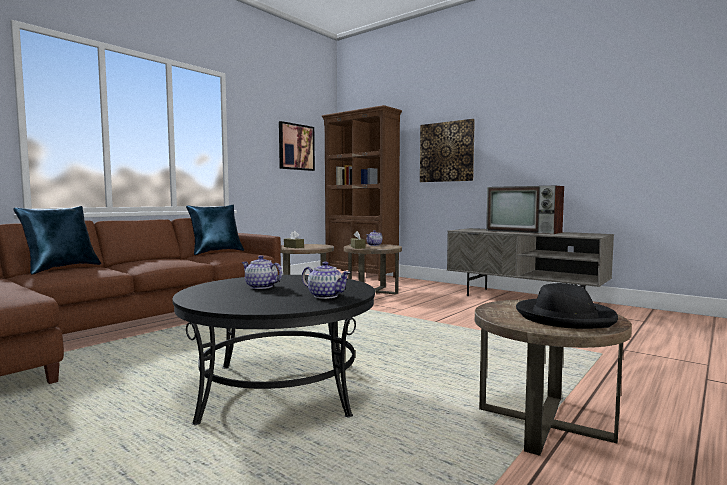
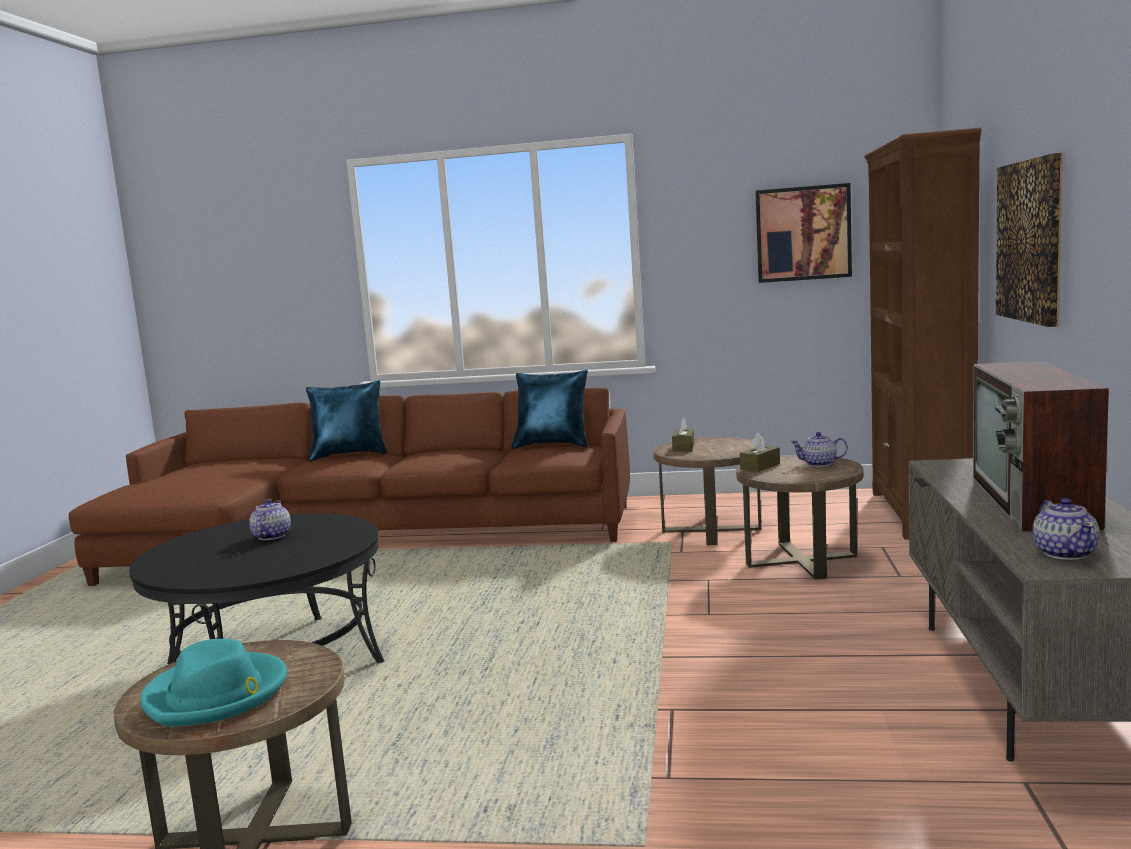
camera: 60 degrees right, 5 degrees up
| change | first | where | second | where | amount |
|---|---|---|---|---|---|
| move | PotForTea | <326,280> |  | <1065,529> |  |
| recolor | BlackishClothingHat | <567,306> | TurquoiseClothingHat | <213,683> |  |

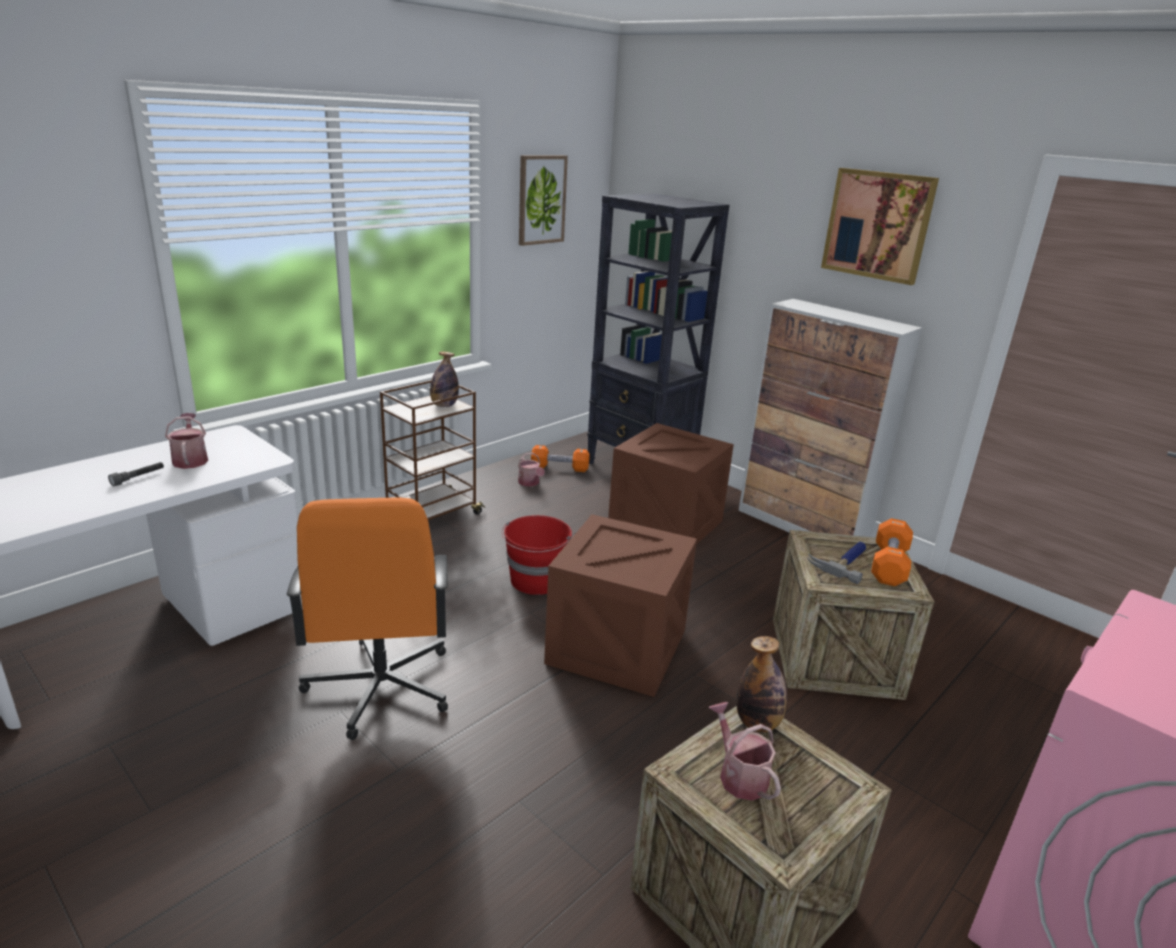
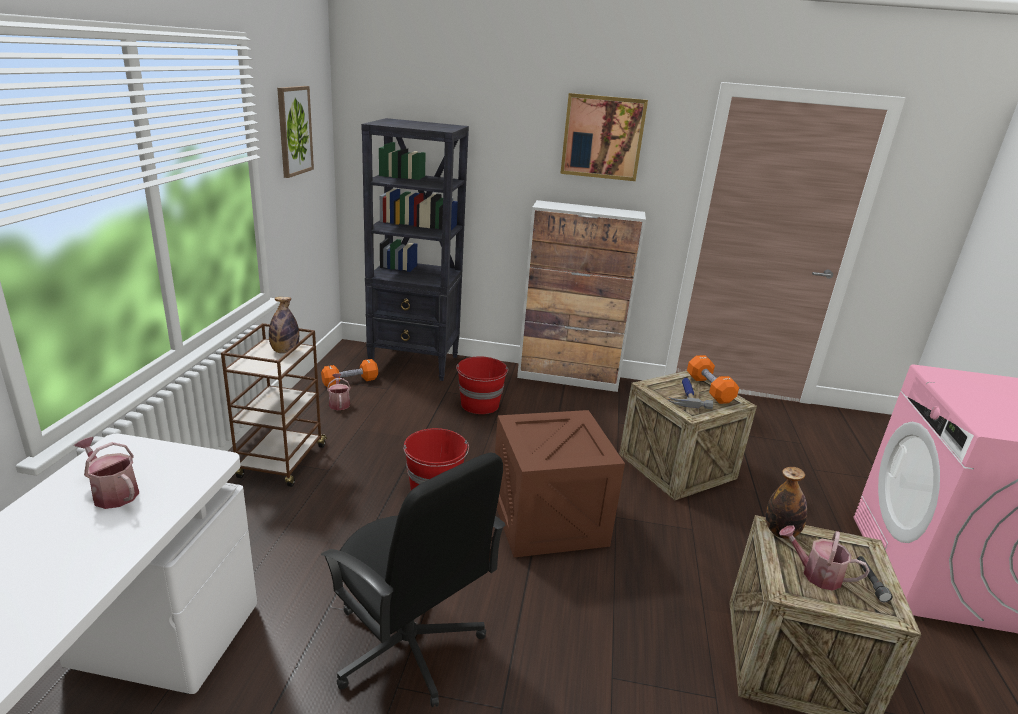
camera: 35 degrees left, 0 degrees up
| change | first | where | second | where | amount |
|---|---|---|---|---|---|
| move | GreyHandTorch | <136,474> |  | <875,579> |  |
| replace | PackingCrate | <671,484> | ReddishPail | <482,385> |  |
| recolor | OrangeOfficeChair | <367,619> | BlackishOfficeChair | <413,579> |  |
| rotate | SprinklingCan | <531,470> |  | <339,391> | 135 degrees counterclockwise |

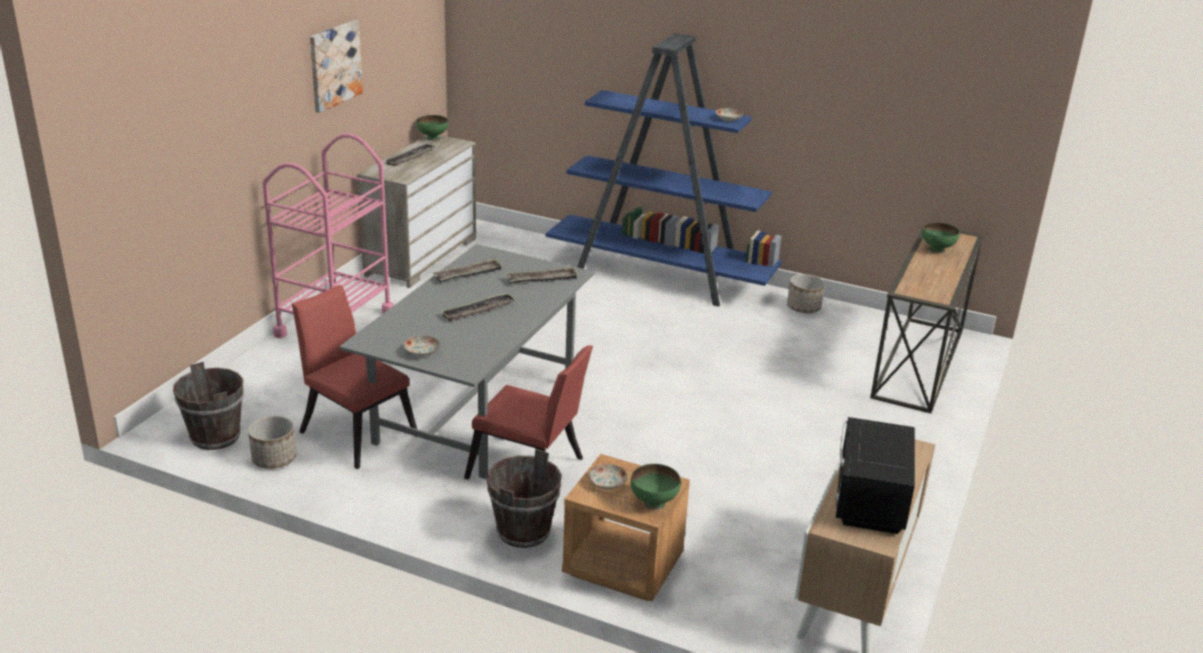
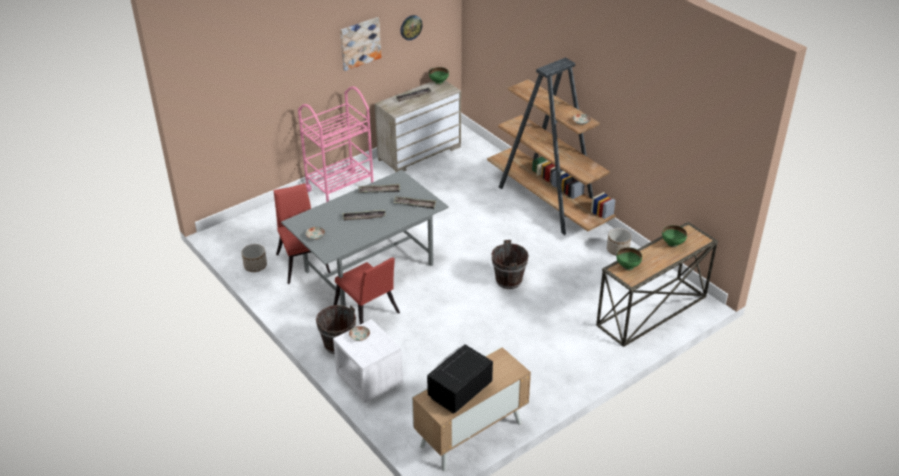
camera: 30 degrees right, 10 degrees up
| change | first | where | second | where | amount |
|---|---|---|---|---|---|
| insert |  |  | HangingClock | <411,27> |  |
| move | BrownishPail | <208,406> |  | <509,264> |  |
| move | GreenishServingBowl | <655,487> |  | <629,258> |  |
| recolor | BluishBookshelf | <664,170> | BrownishBookshelf | <551,146> |  |
| recolor | BrownishNightTable | <626,527> | WhiteColouredNightTable | <368,361> |  |

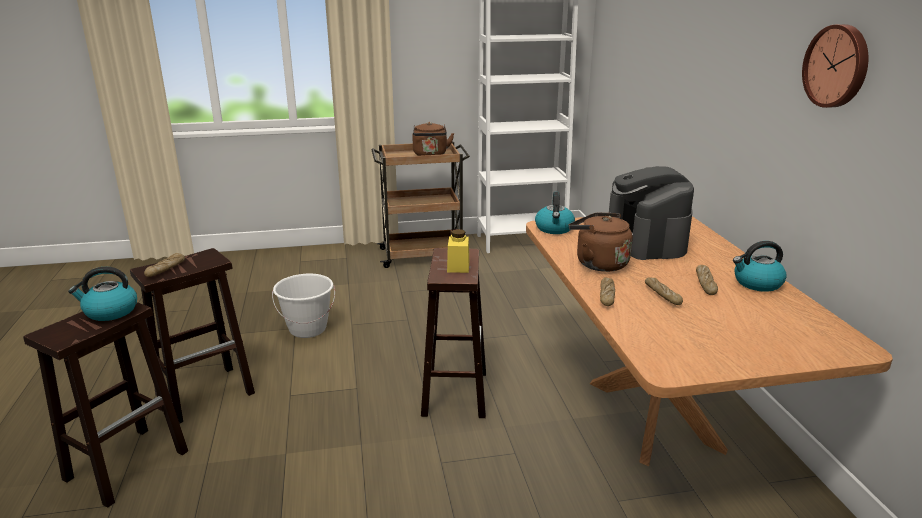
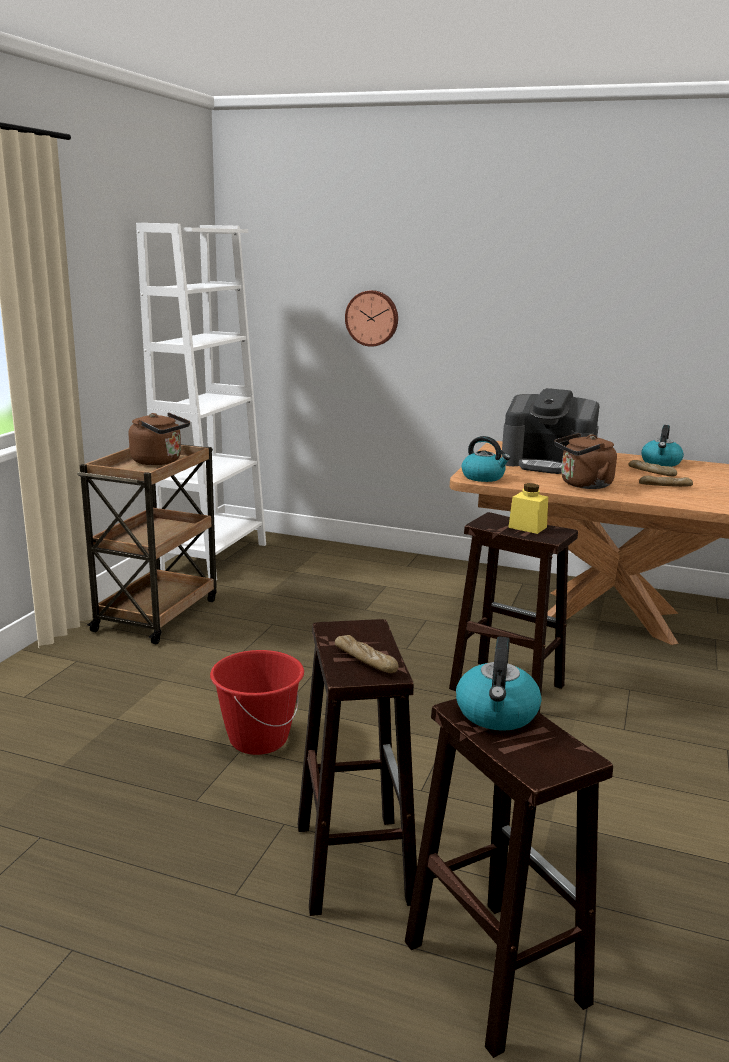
camera: 60 degrees left, 5 degrees down
| change | first | where | second | where | amount |
|---|---|---|---|---|---|
| delete | BakedBread | <607,291> |  |  |  |
| move | HangingClock | <835,66> |  | <371,318> |  |
| recolor | WhiteColouredPail | <303,306> | ReddishPail | <257,702> |  |

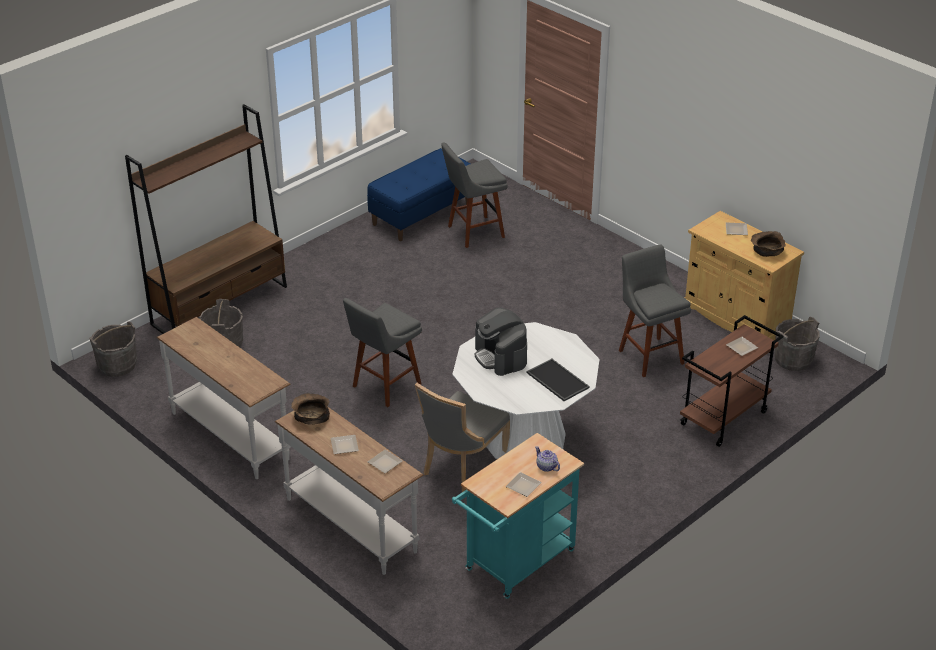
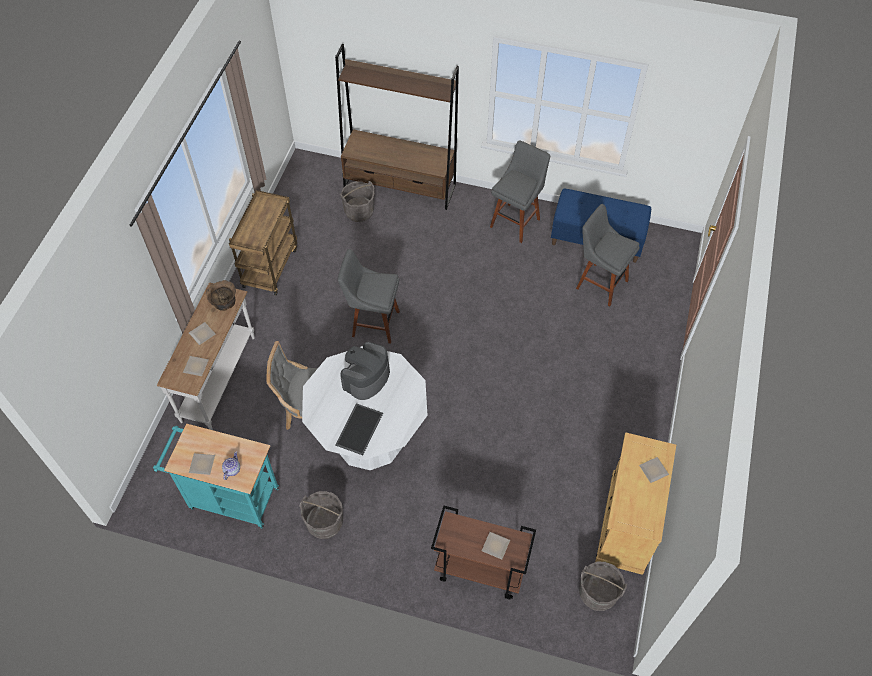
camera: 60 degrees right, 20 degrees up
| change | first | where | second | where | amount |
|---|---|---|---|---|---|
| delete | BrownishServingBowl | <768,244> |  |  |  |
| move | GreyPail | <113,349> |  | <321,515> |  |
| move | GreyStoolSeat | <655,311> |  | <520,191> |  |
| replace | WhiteColouredNarrowTable | <224,398> | BrownishTrolley | <263,242> |  |

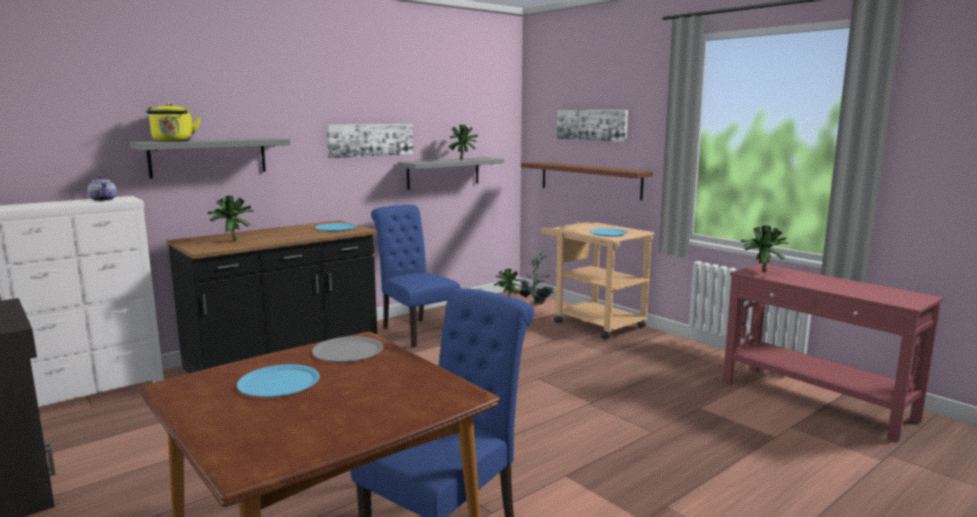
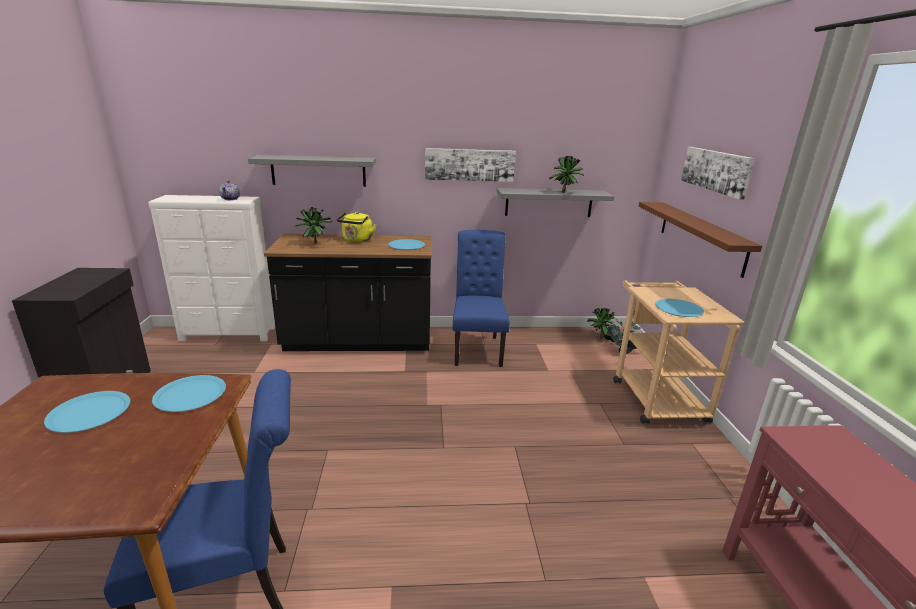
camera: 35 degrees right, 10 degrees up
| change | first | where | second | where | amount |
|---|---|---|---|---|---|
| delete | Houseplant | <765,248> |  |  |  |
| move | YellowWaterKettle | <173,122> |  | <357,227> |  |
| recolor | GreyFlatDish | <348,349> | BluishFlatDish | <189,393> |  |

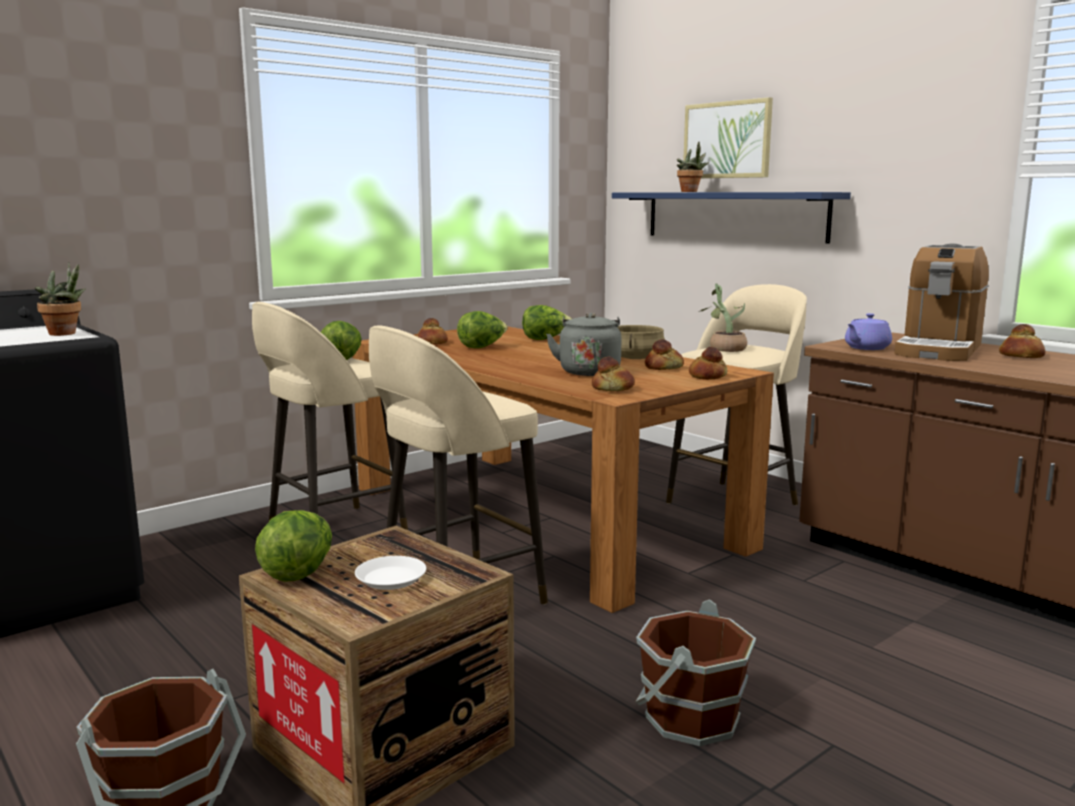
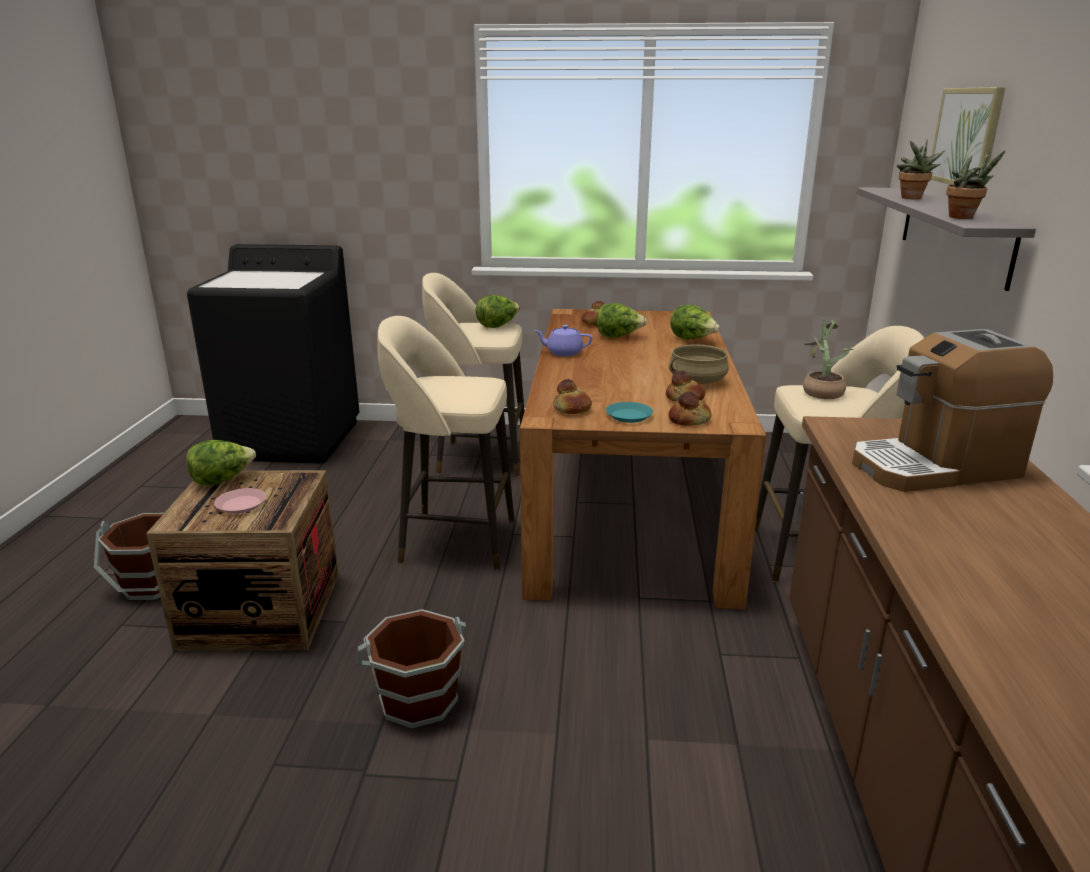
camera: 45 degrees right, 10 degrees up
| change | first | where | second | where | amount |
|---|---|---|---|---|---|
| delete | GreyWaterKettle | <583,344> |  |  |  |
| delete | BakedBread | <1022,341> |  |  |  |
| insert |  |  | TurquoiseFlatDish | <629,412> |  |
| move | Houseplant | <60,299> |  | <975,183> |  |
| move | PurplePotForTea | <868,331> |  | <563,340> |  |
| recolor | WhiteColouredFlatDish | <390,573> | PinkColouredFlatDish | <240,501> |  |
| recolor | BluishShelf | <731,218> | GreyShelf | <946,239> |  |

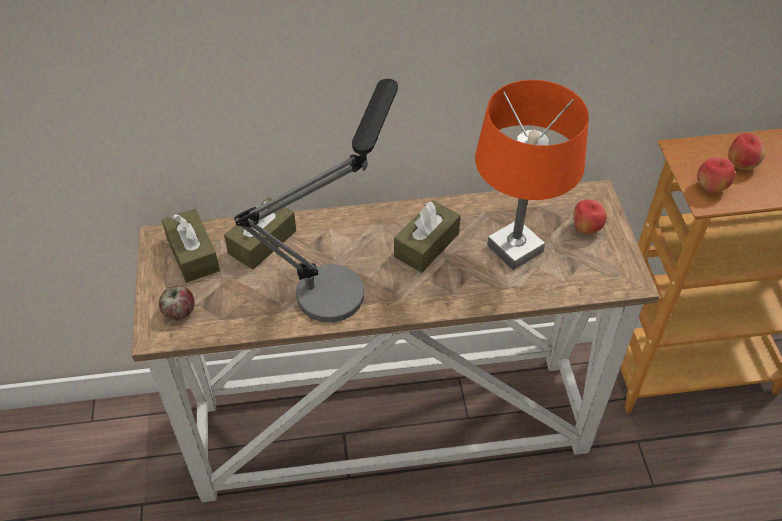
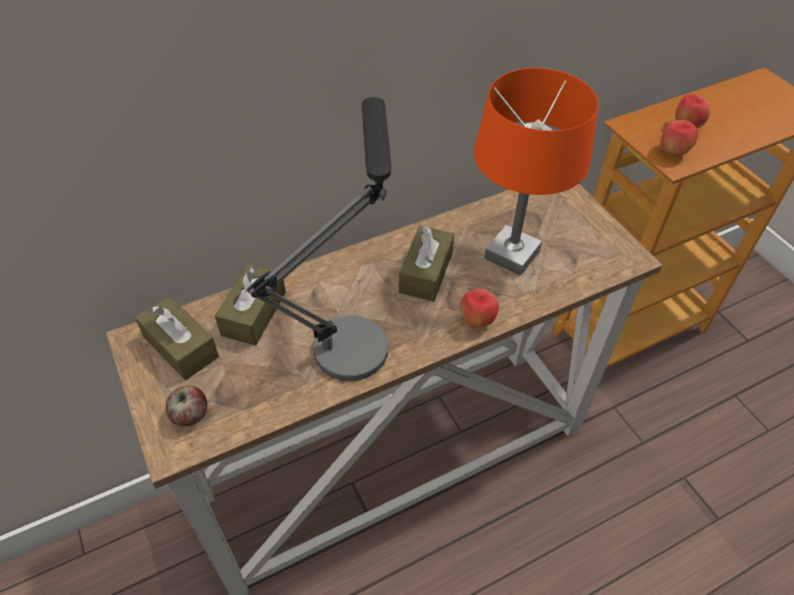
camera: 20 degrees left, 0 degrees up
| change | first | where | second | where | amount |
|---|---|---|---|---|---|
| move | WholeApple | <590,216> |  | <479,308> |  |

